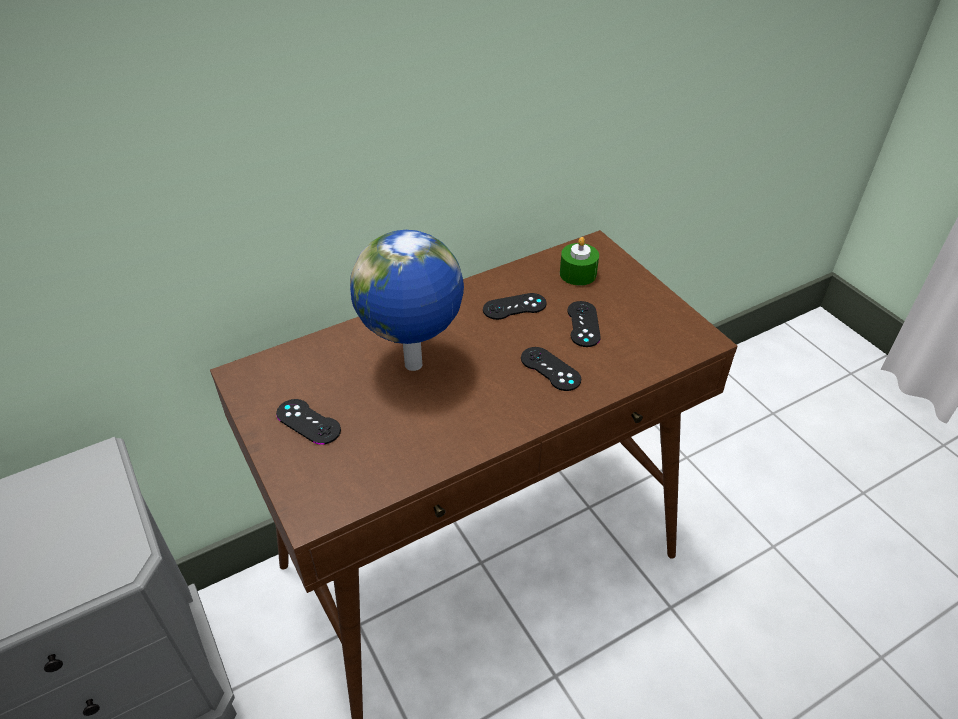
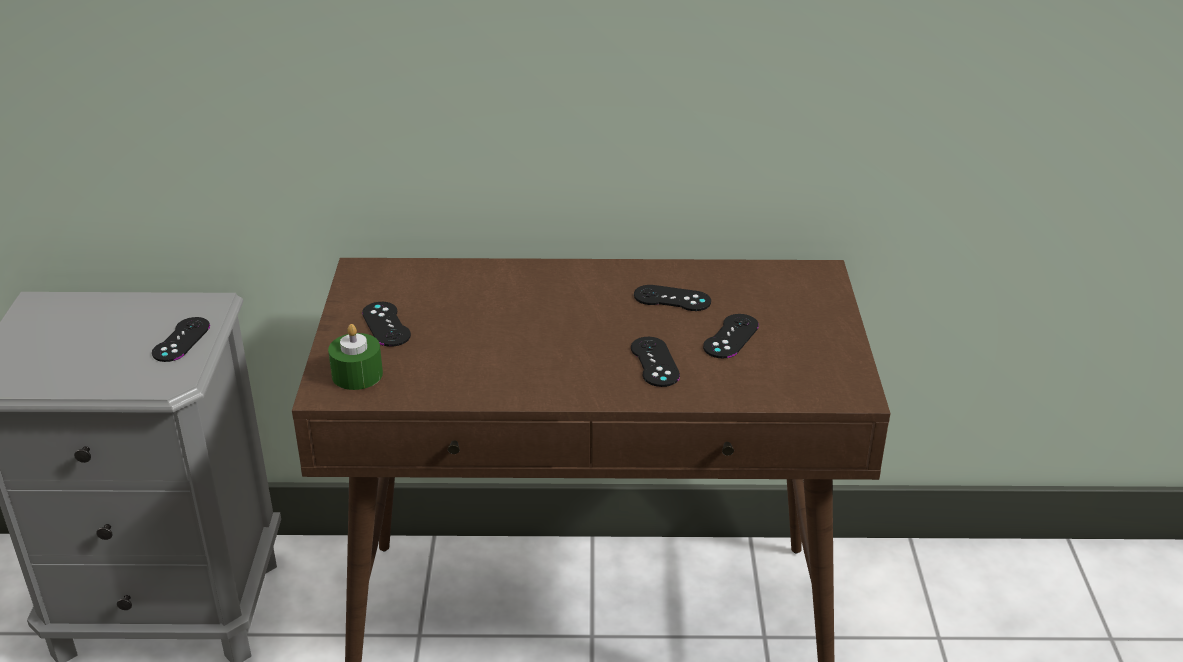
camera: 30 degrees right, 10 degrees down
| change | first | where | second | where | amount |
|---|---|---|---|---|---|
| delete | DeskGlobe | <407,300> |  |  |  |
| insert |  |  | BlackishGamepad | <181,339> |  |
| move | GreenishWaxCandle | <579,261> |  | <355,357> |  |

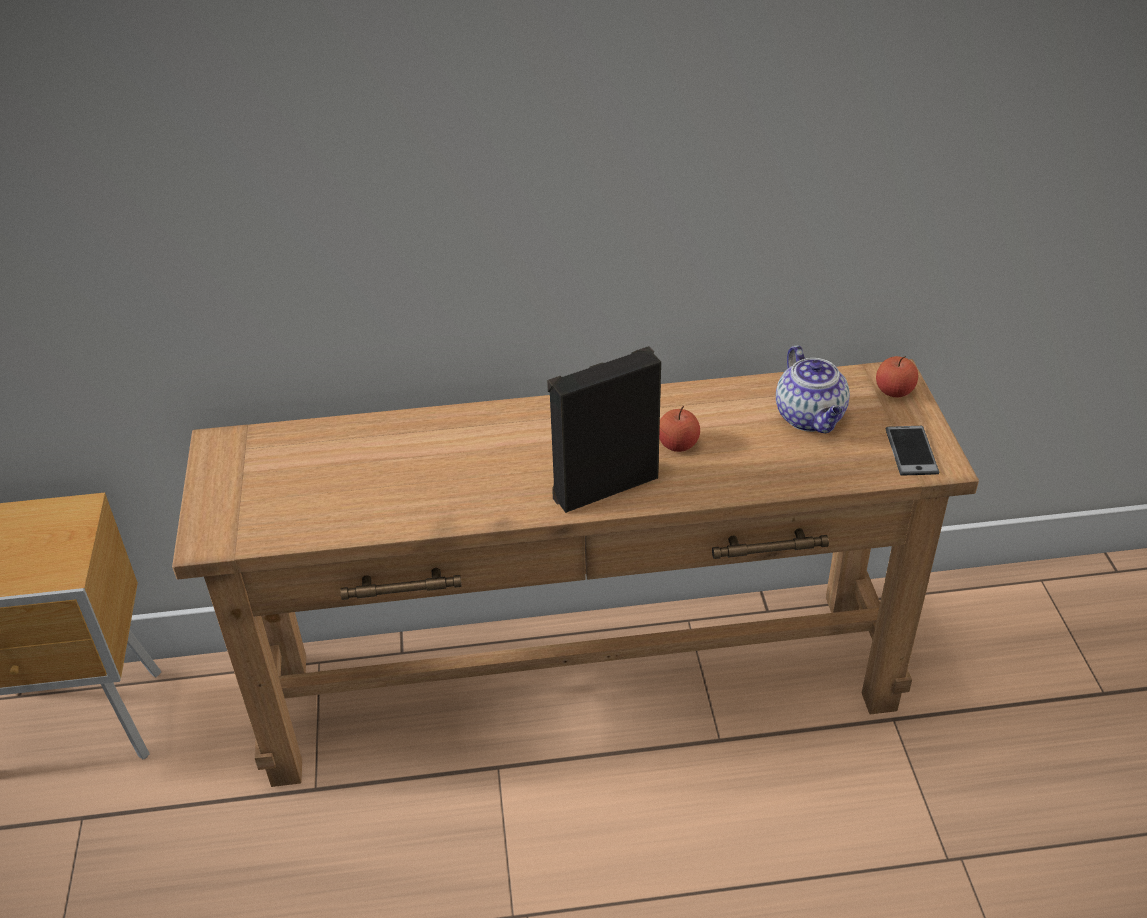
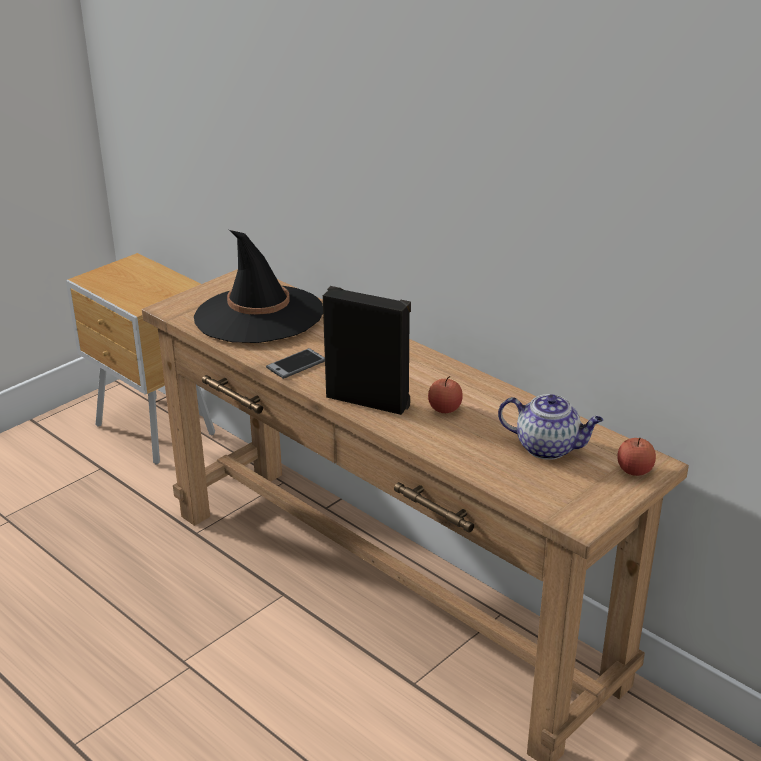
camera: 50 degrees right, 10 degrees down
| change | first | where | second | where | amount |
|---|---|---|---|---|---|
| insert |  |  | BlackishClothingHat | <258,286> |  |
| move | Telephone | <912,451> |  | <295,363> |  |
| rotate | PotForTea | <813,389> |  | <550,427> | 105 degrees counterclockwise |

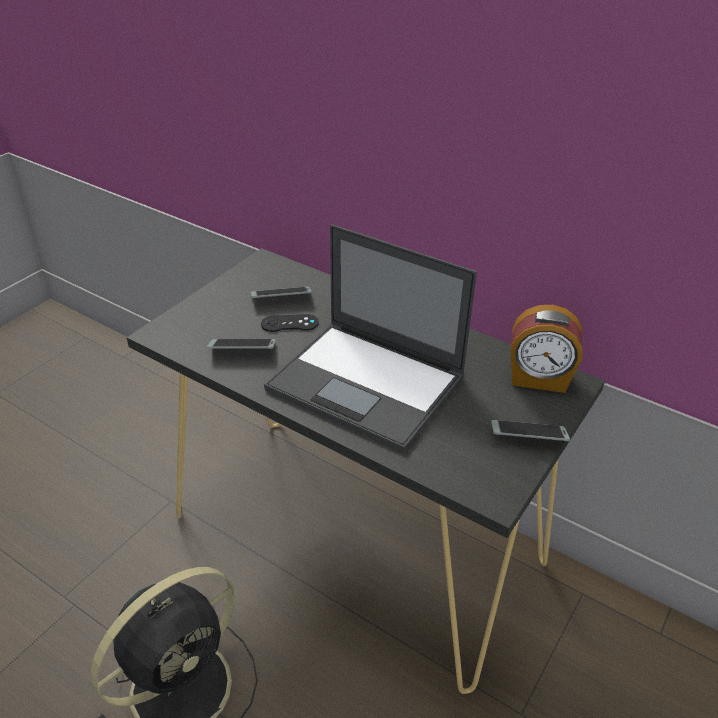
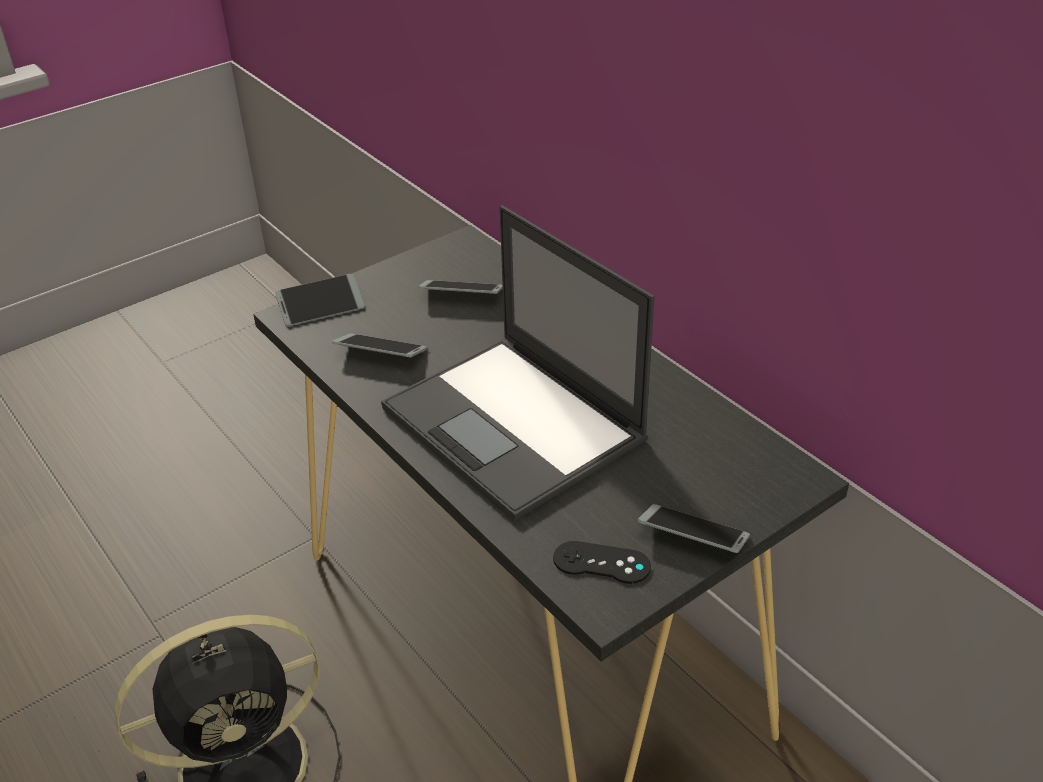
camera: 20 degrees right, 0 degrees up
| change | first | where | second | where | amount |
|---|---|---|---|---|---|
| delete | BedsideClock | <546,349> |  |  |  |
| insert |  |  | Telephone | <320,300> |  |
| move | BlackishGamepad | <290,323> |  | <602,562> |  |

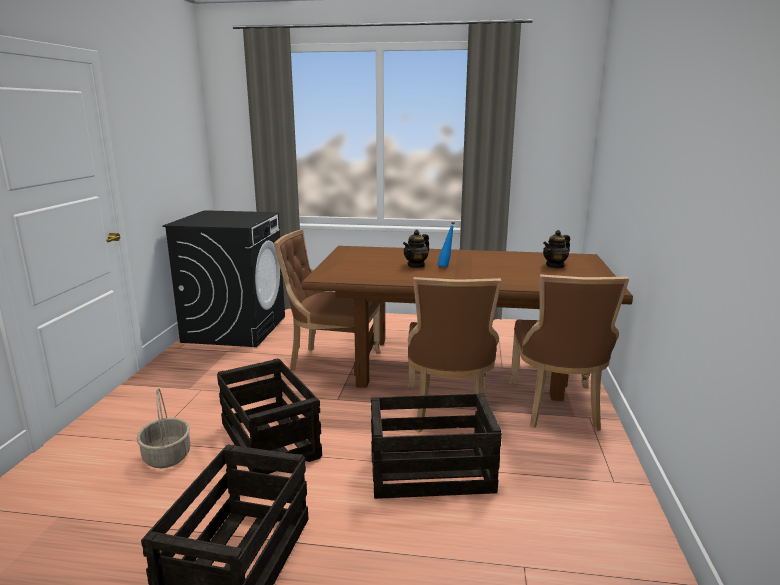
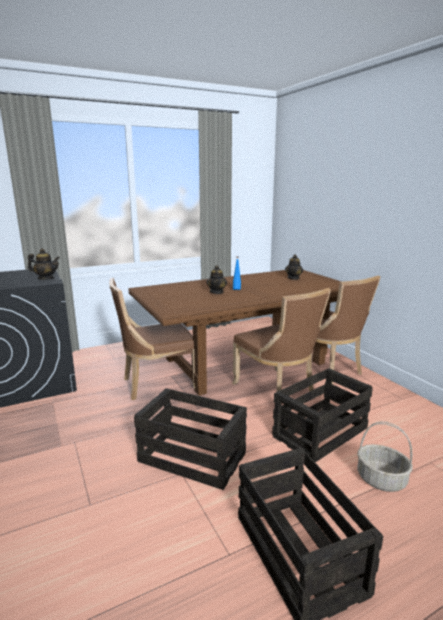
camera: 35 degrees left, 0 degrees up
| change | first | where | second | where | amount |
|---|---|---|---|---|---|
| insert |  |  | PotForTea | <44,264> |  |
| move | Basket | <163,428> |  | <385,456> |  |

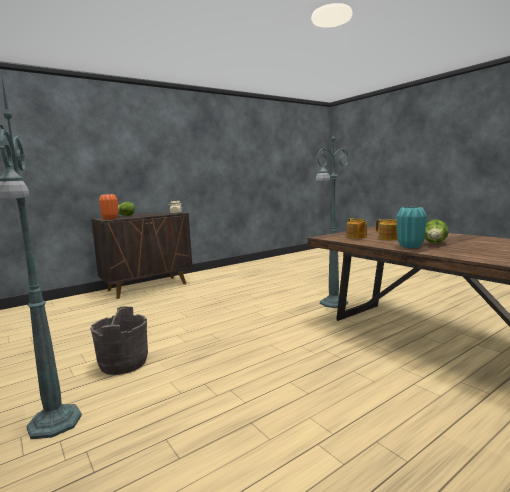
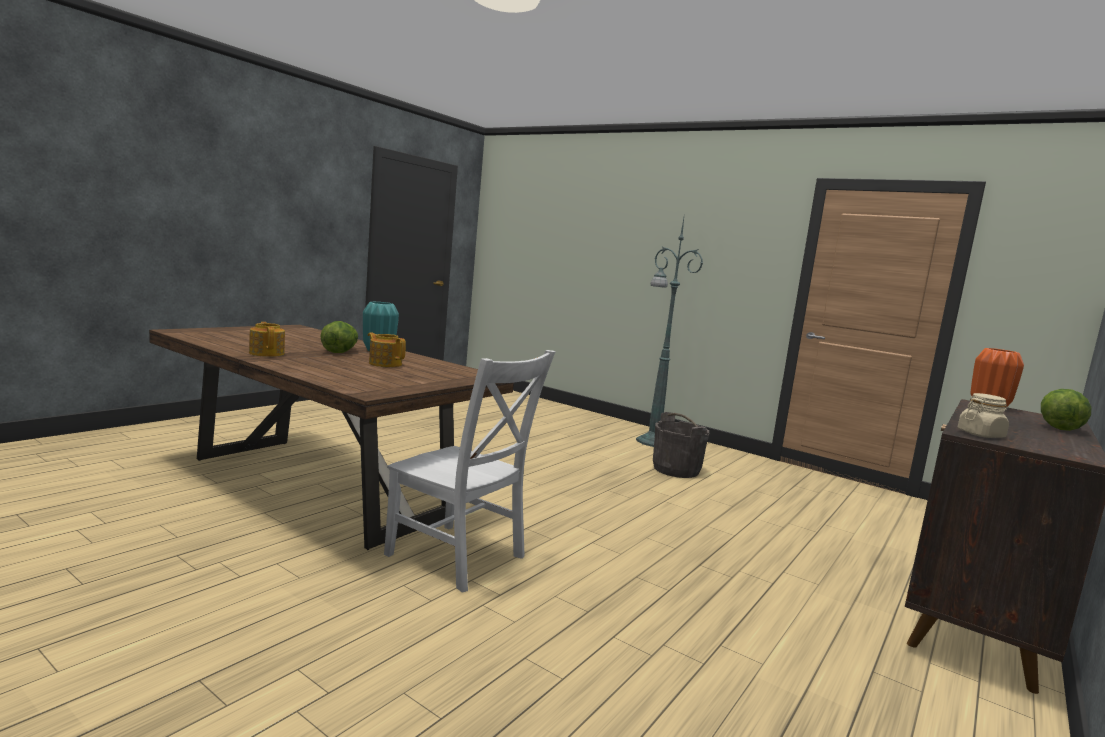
camera: 160 degrees right, 0 degrees up
| change | first | where | second | where | amount |
|---|---|---|---|---|---|
| move | PotForTea | <357,228> |  | <267,339> |  |
| replace | GreenishStandardLamp | <332,214> | WhiteColouredPlainChair | <470,471> |  |

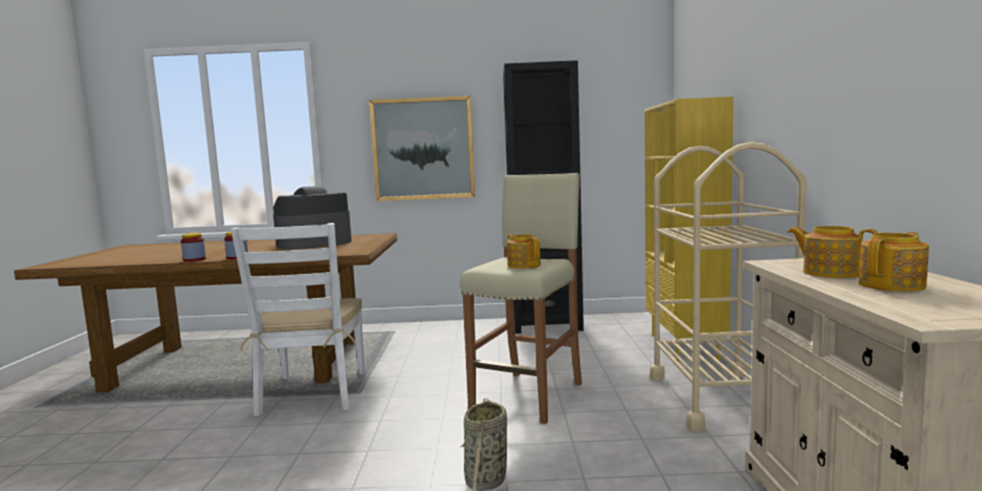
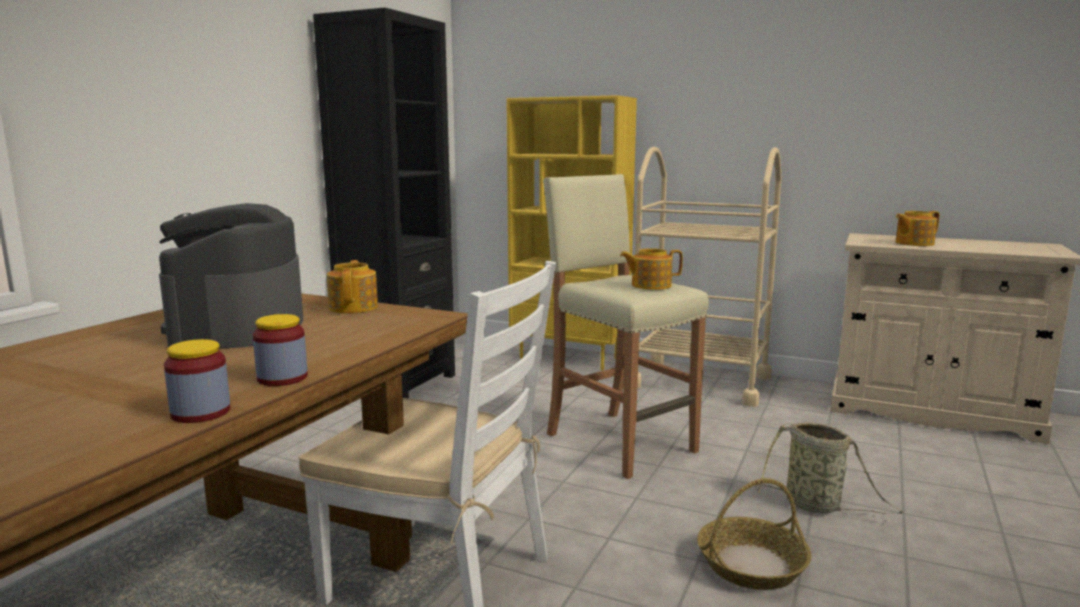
camera: 65 degrees left, 5 degrees up
| change | first | where | second | where | amount |
|---|---|---|---|---|---|
| delete | WallArt | <422,148> |  |  |  |
| insert |  |  | Basket | <754,534> |  |
| move | PotForTea | <893,262> |  | <352,287> |  |

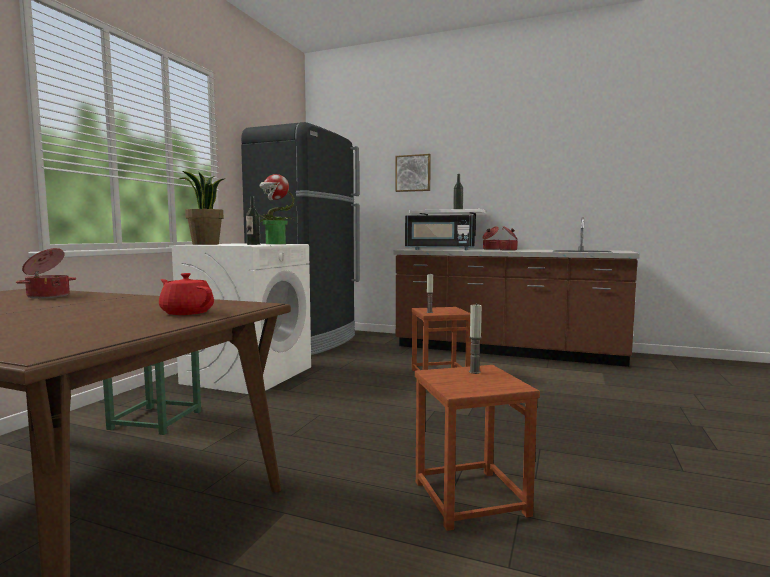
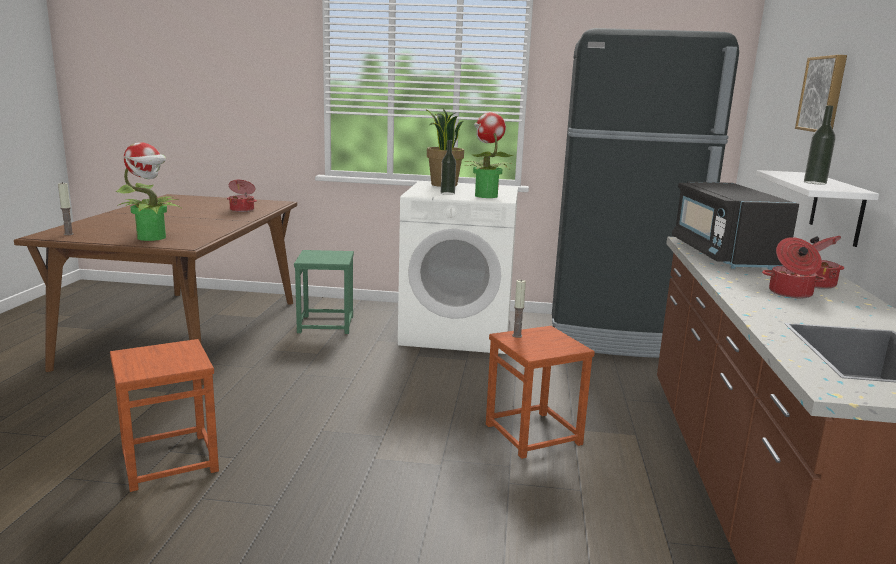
camera: 75 degrees right, 10 degrees up
| change | first | where | second | where | amount |
|---|---|---|---|---|---|
| move | WaxCandle | <475,338> |  | <66,208> |  |
| replace | ReddishPotForTea | <186,294> | Houseplant | <148,191> |  |

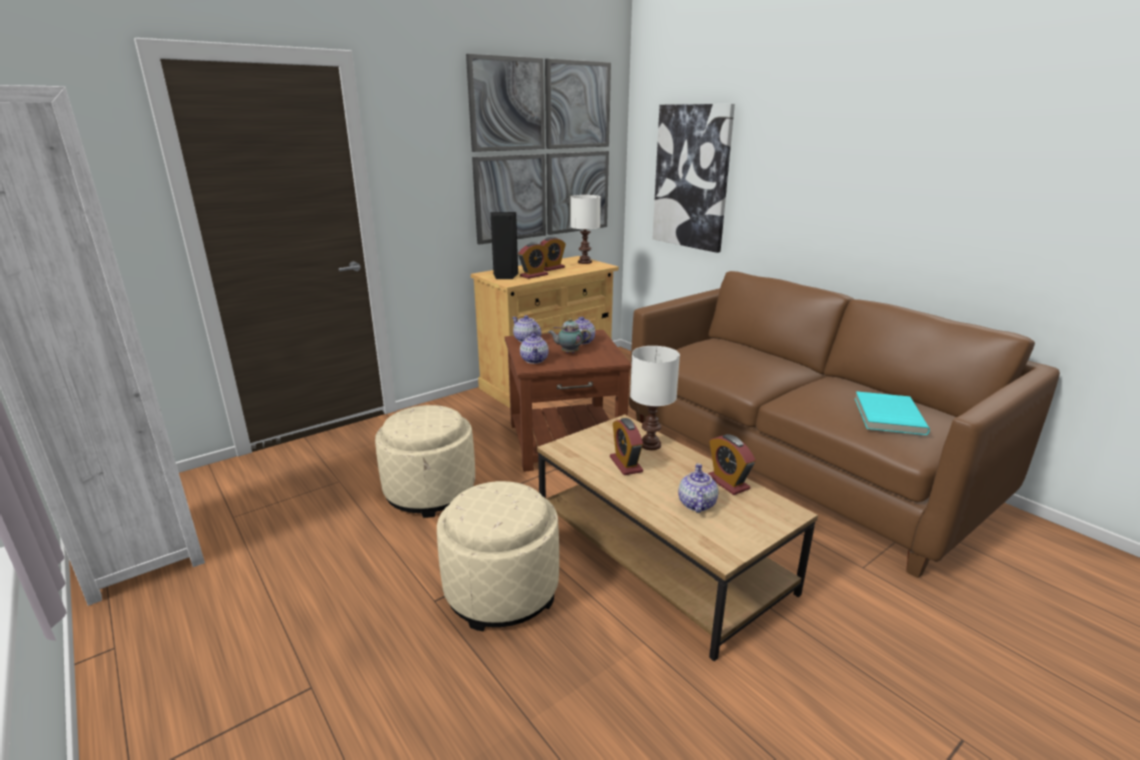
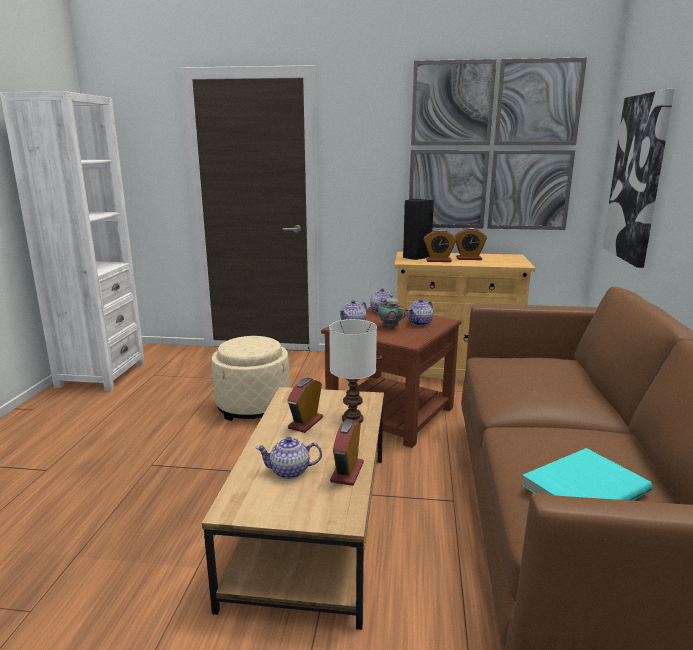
camera: 45 degrees right, 5 degrees down
| change | first | where | second | where | amount |
|---|---|---|---|---|---|
| delete | BeigeColouredFootrest | <498,556> |  |  |  |
| delete | WhiteColouredTabletopLamp | <585,229> |  |  |  |
| rotate | PotForTea | <698,488> |  | <289,458> | 150 degrees counterclockwise |

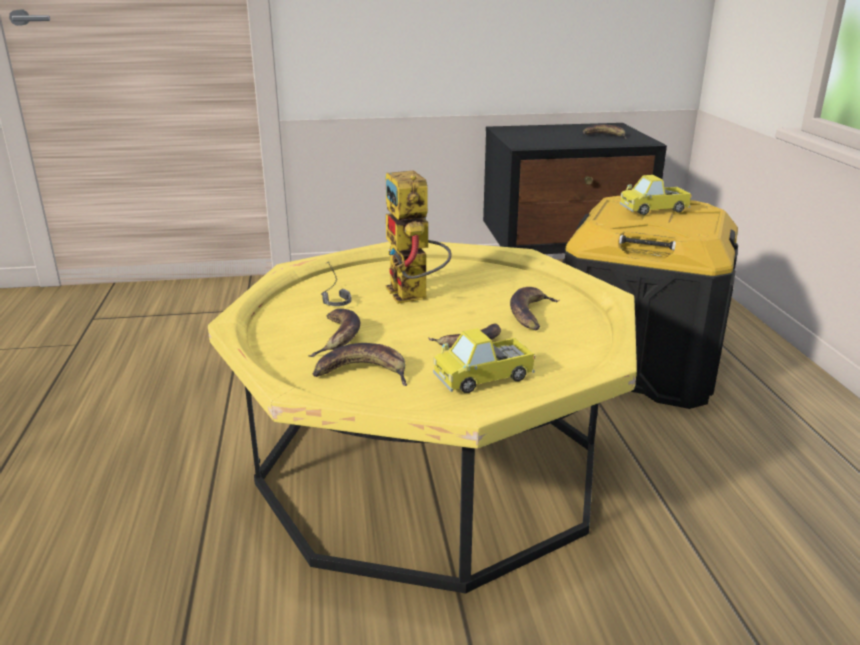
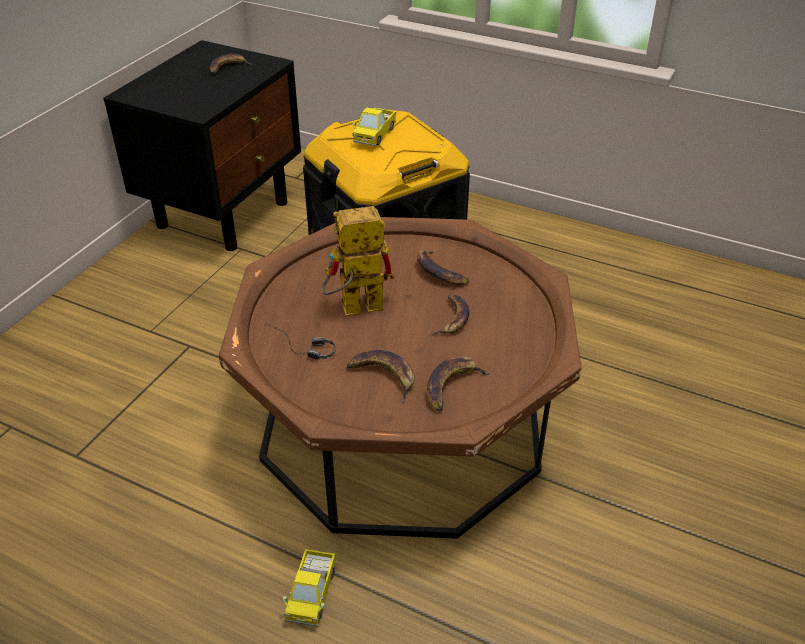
camera: 55 degrees left, 15 degrees up
| change | first | where | second | where | amount |
|---|---|---|---|---|---|
| move | ToyLorry | <484,360> |  | <310,588> |  |
| recolor | YellowLoungeTable | <422,417> | BrownishLoungeTable | <400,378> |  |
| rotate | ModelRobot | <419,237> |  | <358,260> | 150 degrees clockwise |

